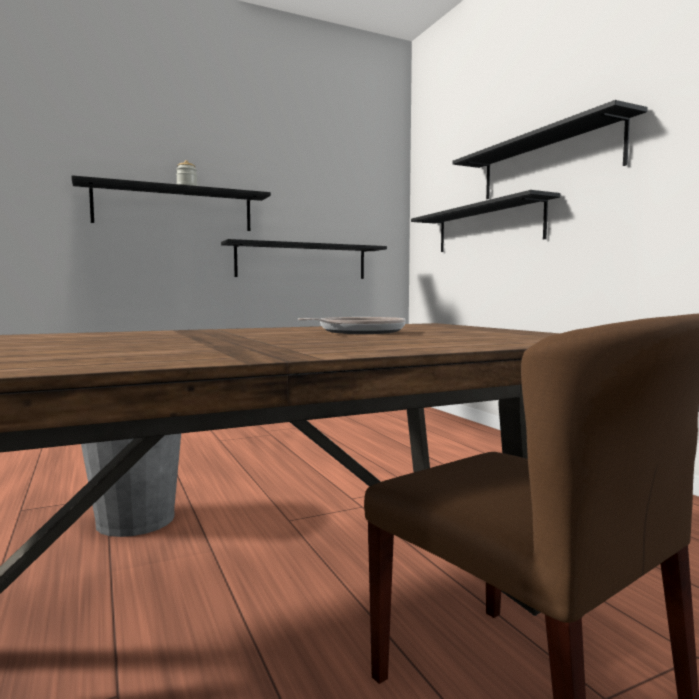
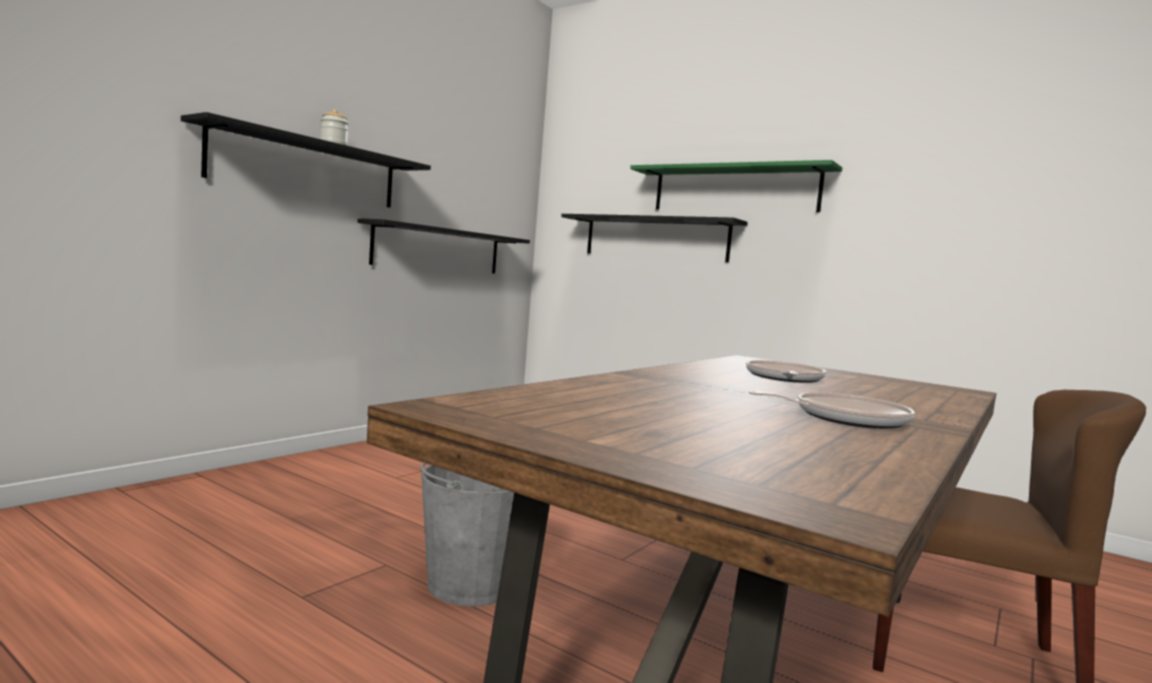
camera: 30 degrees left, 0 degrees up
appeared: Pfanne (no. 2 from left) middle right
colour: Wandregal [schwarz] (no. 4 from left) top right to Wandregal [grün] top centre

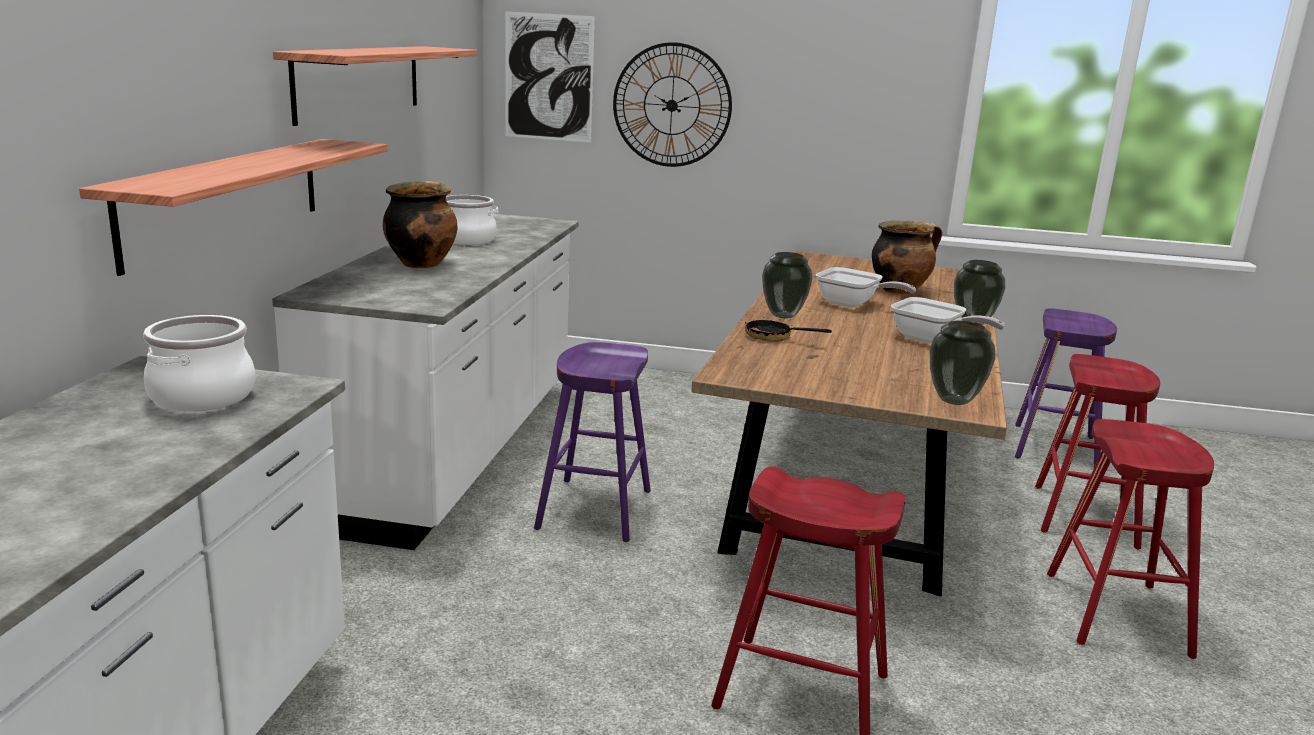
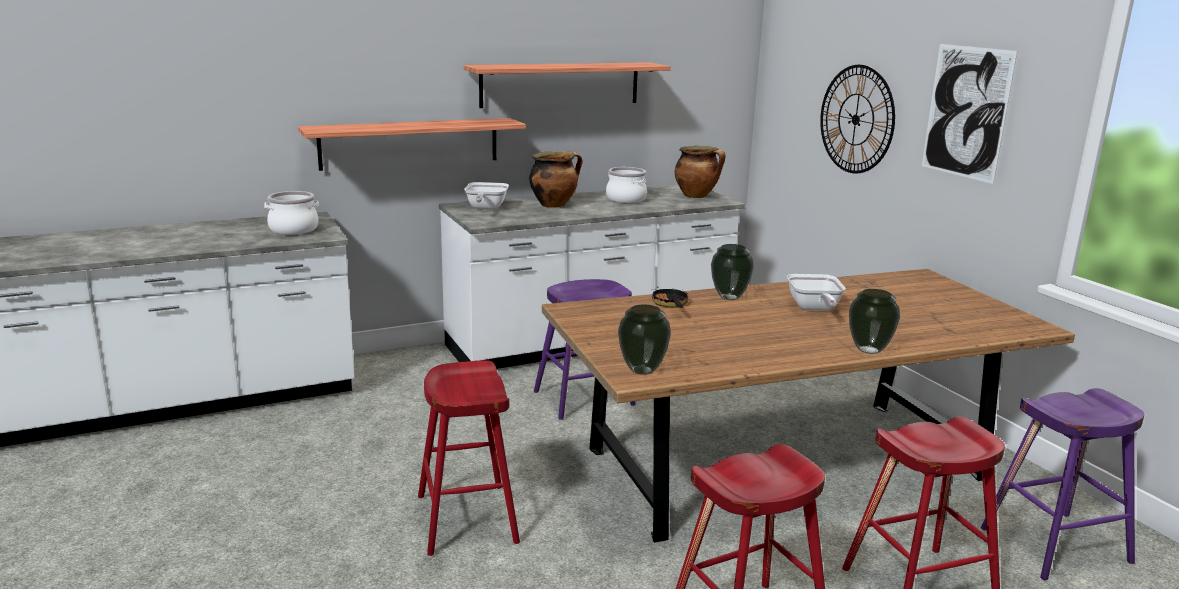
camera: 55 degrees right, 0 degrees up
relocated: Bild top centre to top right; Kochtopf (no. 4 from left) middle right to top centre; Pfanne (no. 3 from left in the first image) middle right to Pfanne (no. 1 from left) top centre

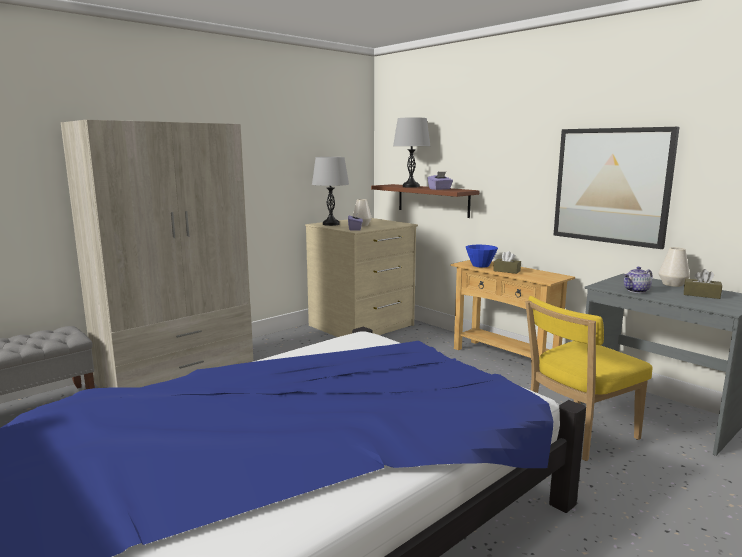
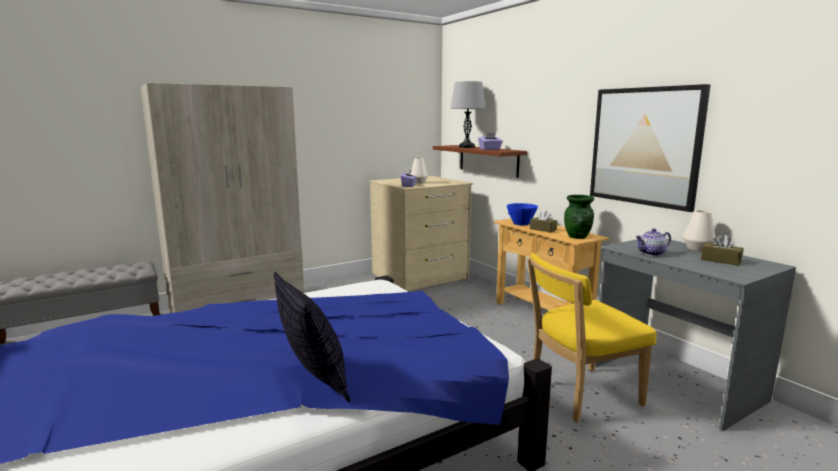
camera: 10 degrees right, 0 degrees up
missing: Tischlampe [grau] (no. 1 from left) centre
appeared: Kissen bottom centre; Vase [grün] middle right

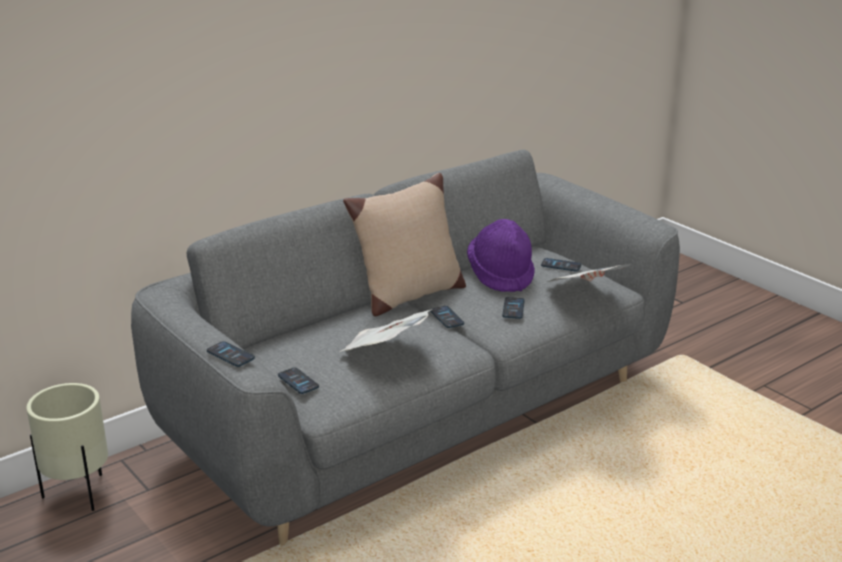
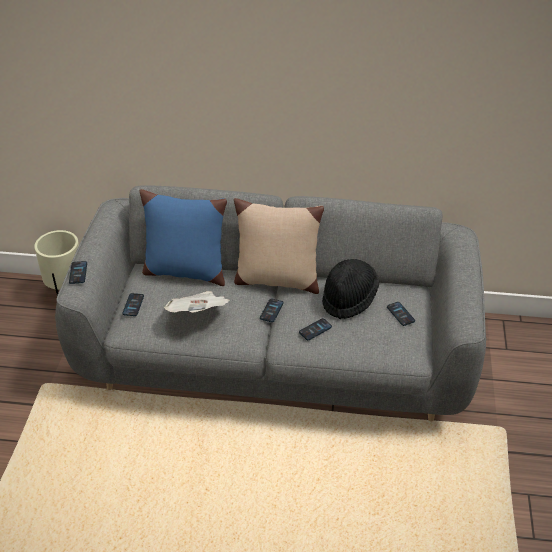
camera: 45 degrees right, 15 degrees up
missing: Zeitung (no. 2 from left) middle right
appeared: Kissen [blau] middle left
colour: Hut [lila] centre to Hut [schwarz] centre

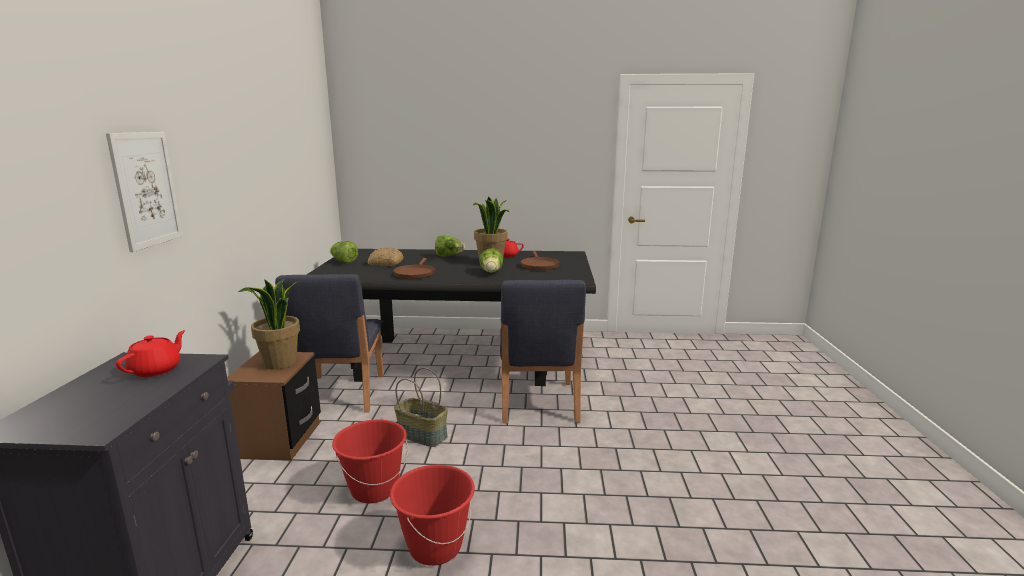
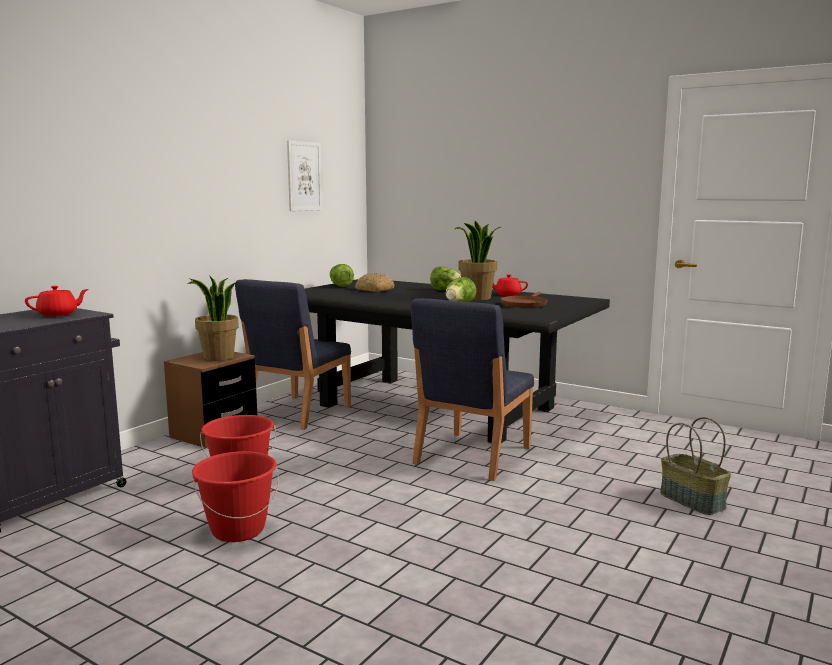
camera: 30 degrees right, 5 degrees down
missing: Pfanne [braun] (no. 1 from left) centre
relocated: Bild middle left to top centre; Korb bottom centre to bottom right

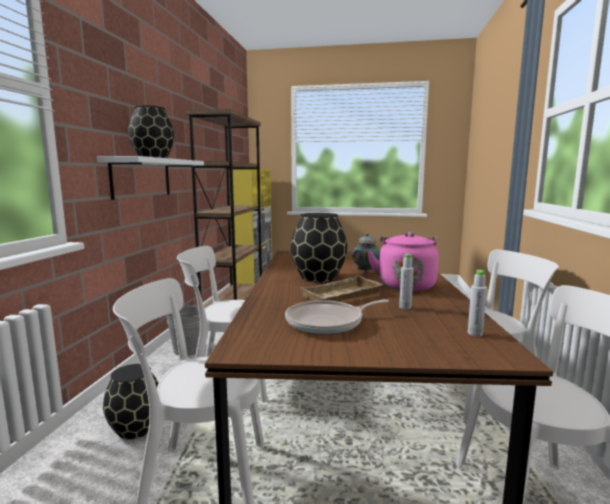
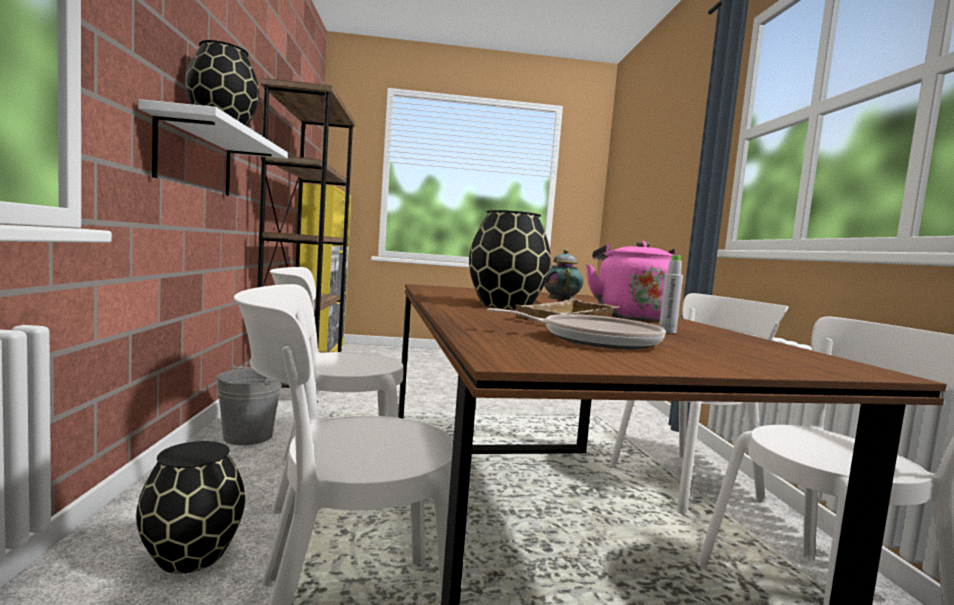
camera: 15 degrees left, 5 degrees down
missing: Flasche [grau] (no. 2 from left) middle right
spun: Pfanne centre = centre 135 degrees counterclockwise

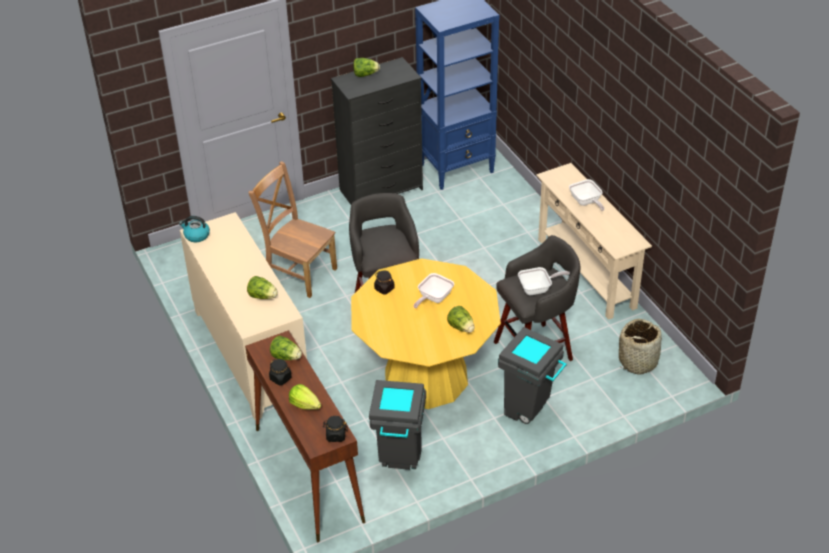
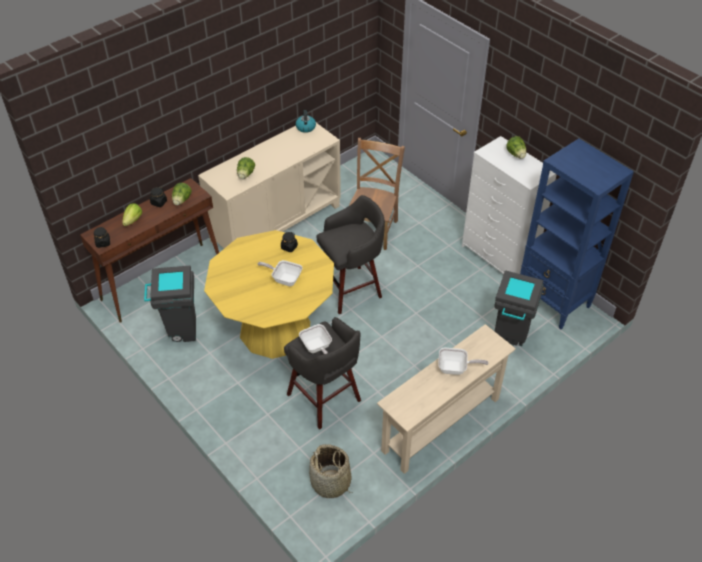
camera: 75 degrees right, 5 degrees up
missing: Salatkopf (no. 5 from left) centre
relocated: Mülleimer [grau] (no. 2 from left) bottom centre to middle right
colour: Kommode [schwarz] top centre to Kommode [weiß] middle right
spun: Pfanne (no. 3 from left) middle right = centre 135 degrees counterclockwise

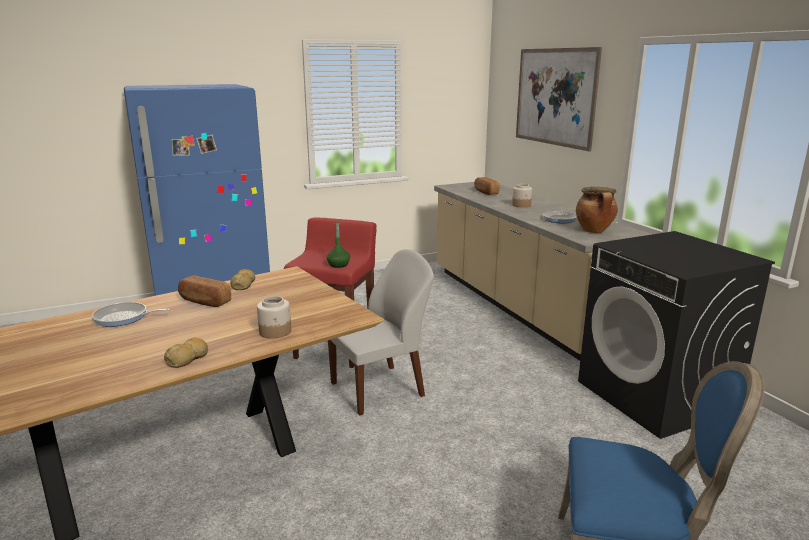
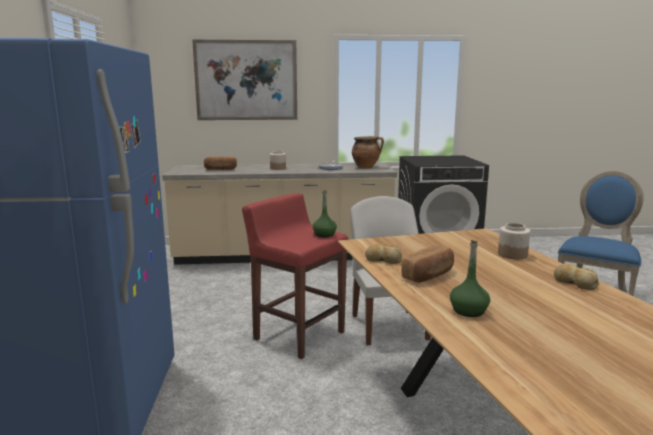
camera: 70 degrees left, 5 degrees down
exchanged: Pfanne (no. 1 from left) middle left to Flasche [grün] (no. 2 from left) middle right

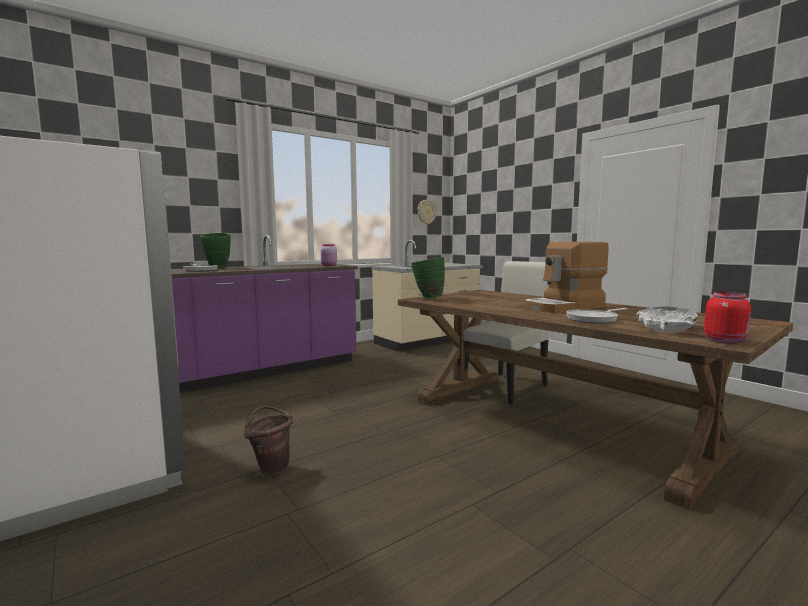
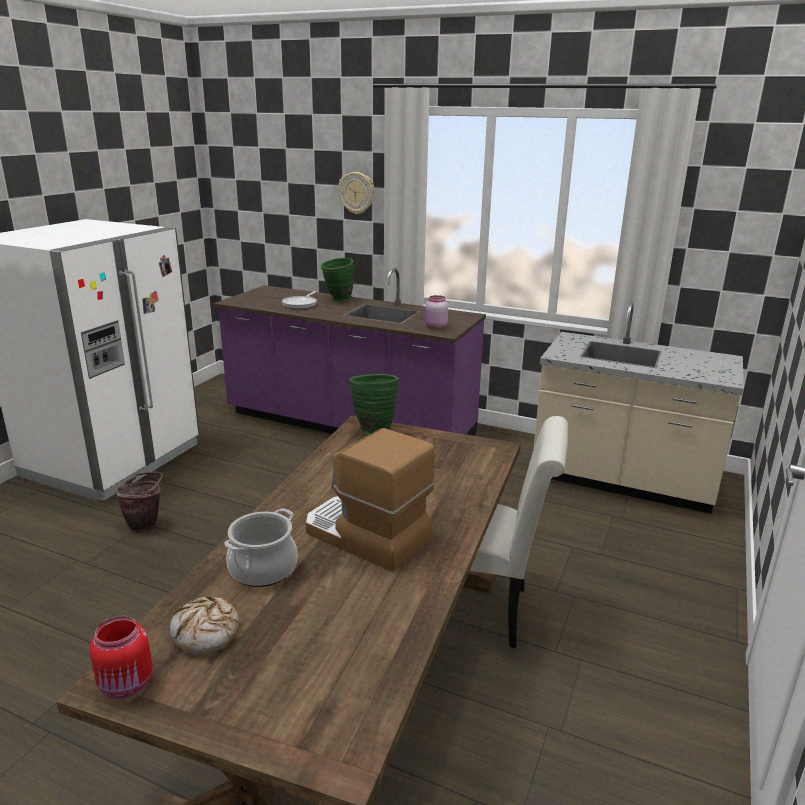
camera: 60 degrees right, 15 degrees up
relocated: Wanduhr centre to top centre
exchanged: Pfanne (no. 2 from left) middle right to Kochtopf bottom left; Schüssel [weiß] middle right to Brot bottom left

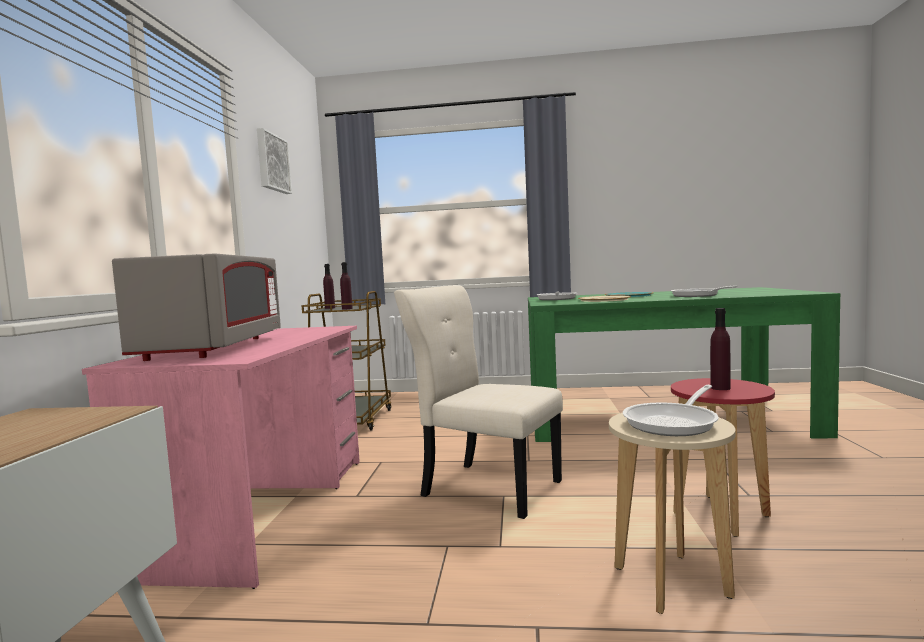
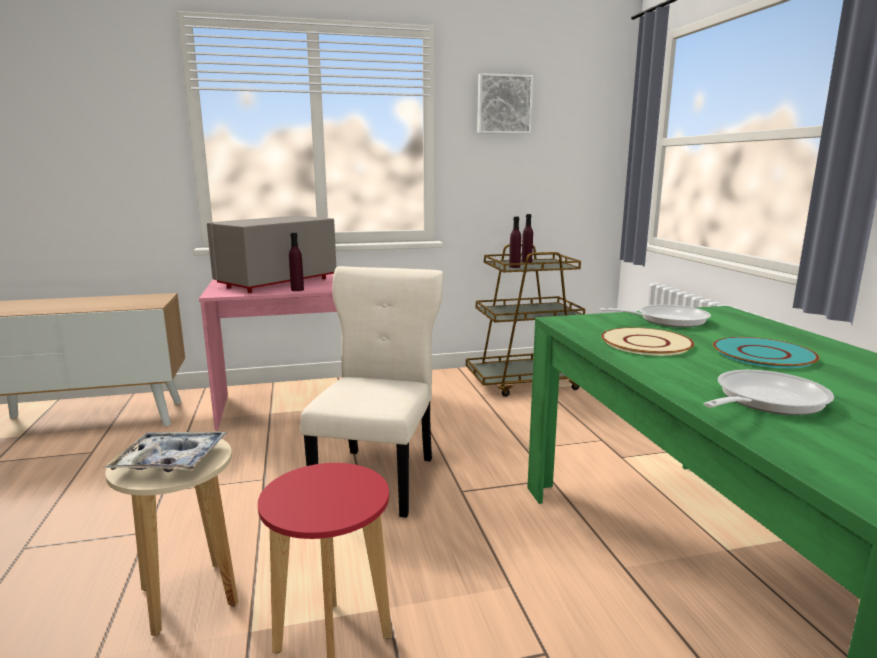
camera: 70 degrees right, 10 degrees up
relocated: Flasche [lila] (no. 3 from left in the first image) middle right to Flasche [lila] (no. 1 from left) centre
exchanged: Pfanne (no. 2 from left) middle right to Tablett bottom left
spun: Mikrowelle [grau] middle left = middle left 150 degrees clockwise

